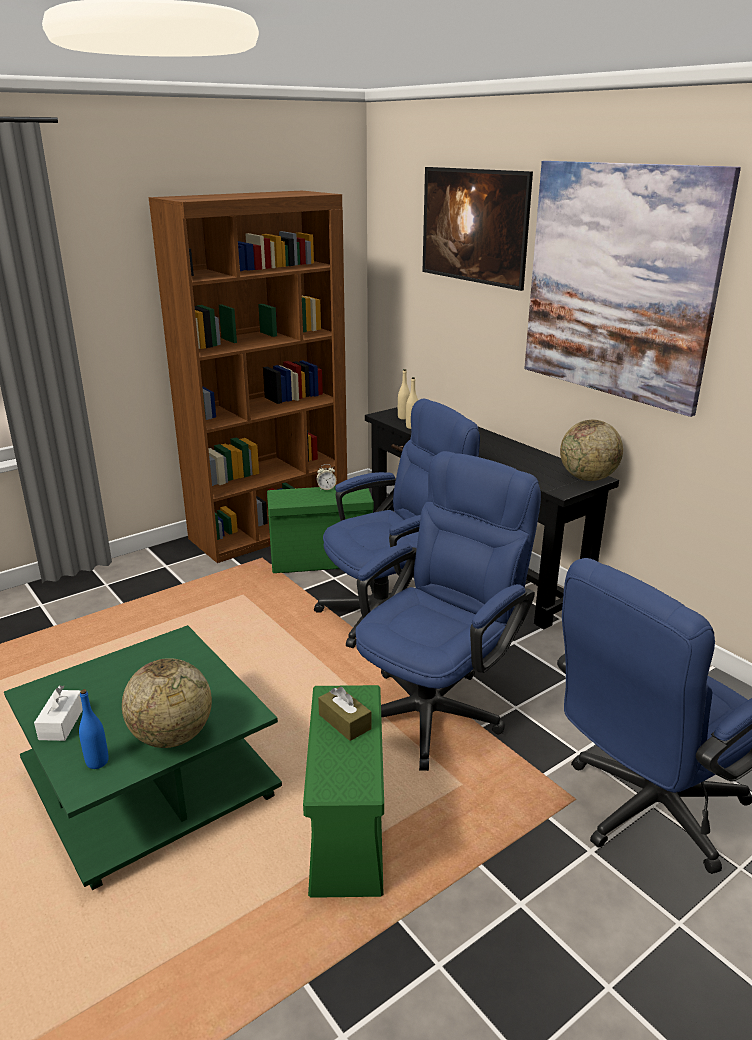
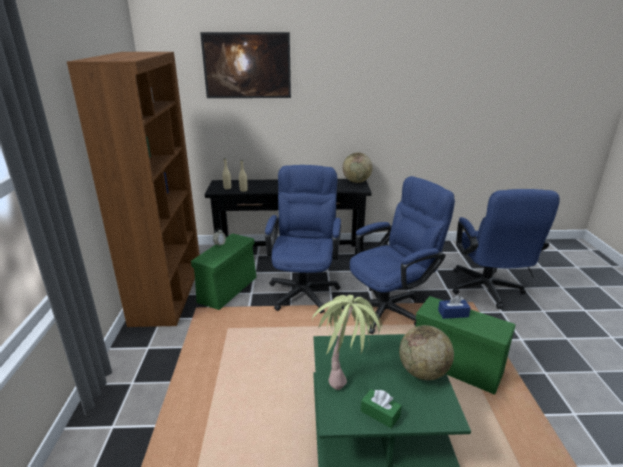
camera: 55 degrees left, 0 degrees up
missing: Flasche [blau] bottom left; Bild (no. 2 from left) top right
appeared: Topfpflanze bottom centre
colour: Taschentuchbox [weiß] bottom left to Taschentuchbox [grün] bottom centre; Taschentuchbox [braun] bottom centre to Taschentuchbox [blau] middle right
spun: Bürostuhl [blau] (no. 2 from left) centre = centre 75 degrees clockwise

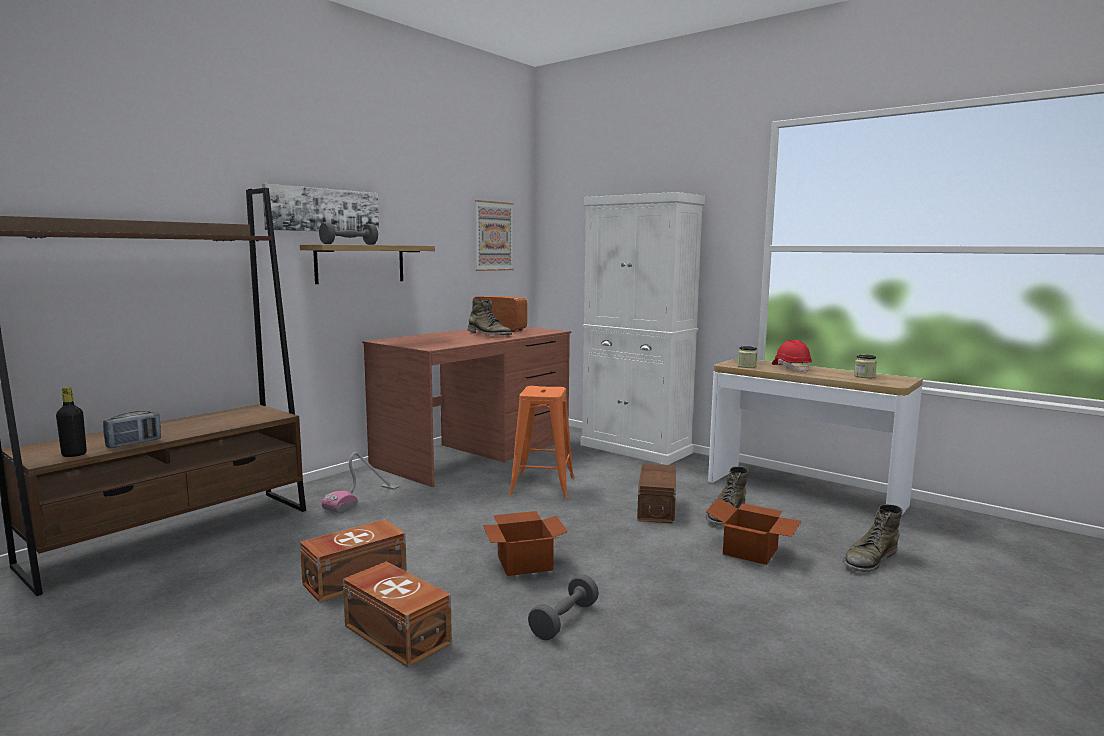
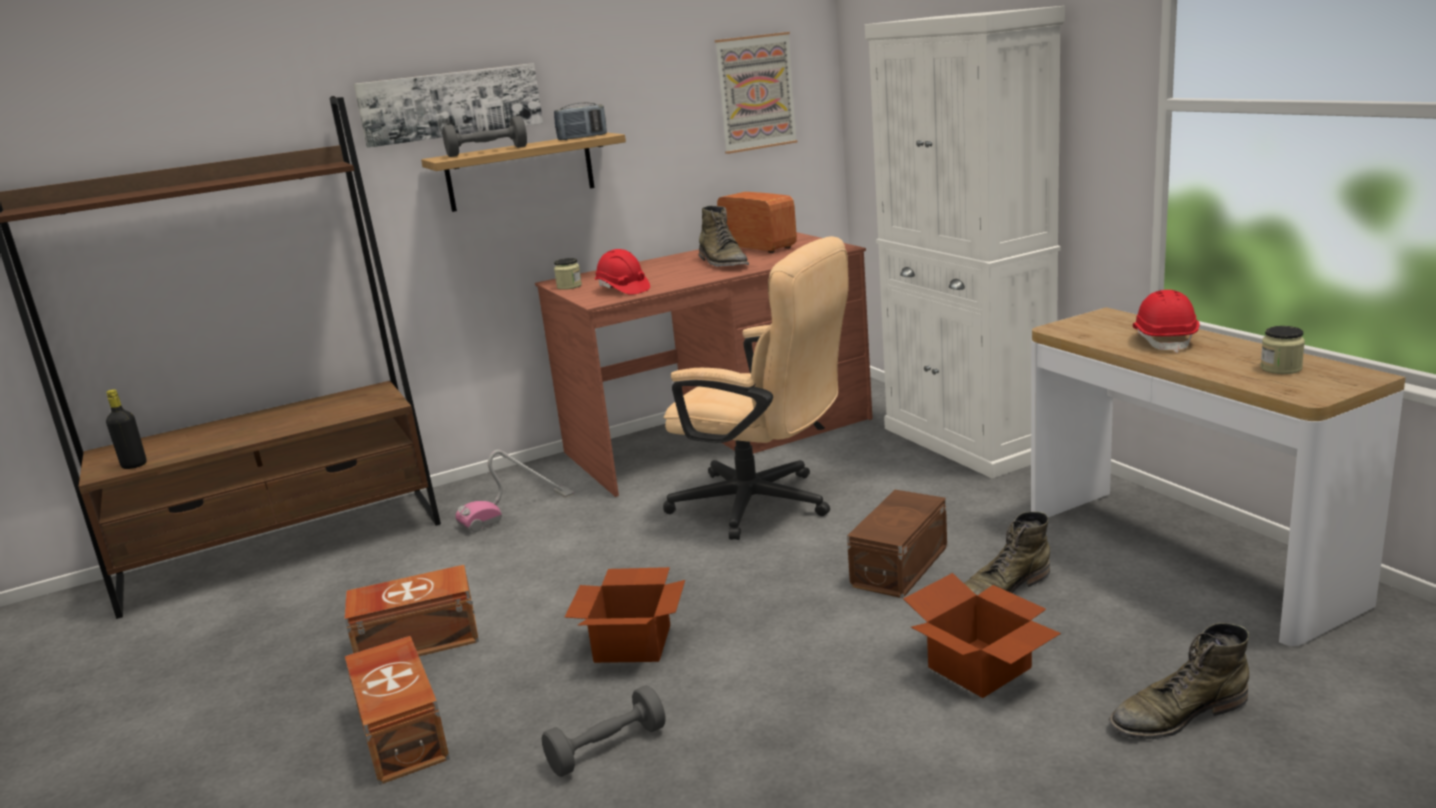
camera: 25 degrees right, 10 degrees up
appeared: Schutzhelm [rot] (no. 1 from left) centre
relocated: Radio (no. 1 from left) middle left to top centre; Vorratsglas (no. 1 from left) middle right to centre
exchanged: Hocker [orange] centre to Bürostuhl [beige] centre

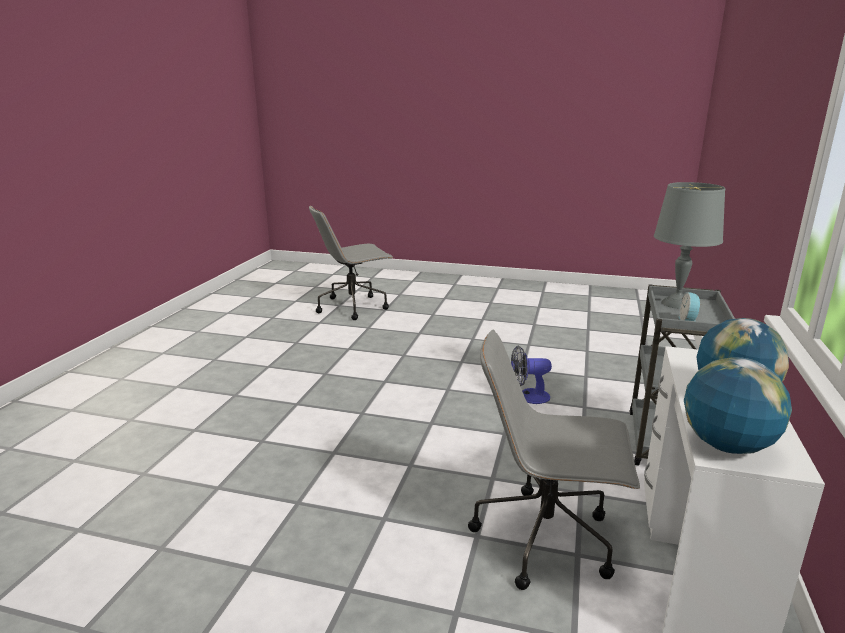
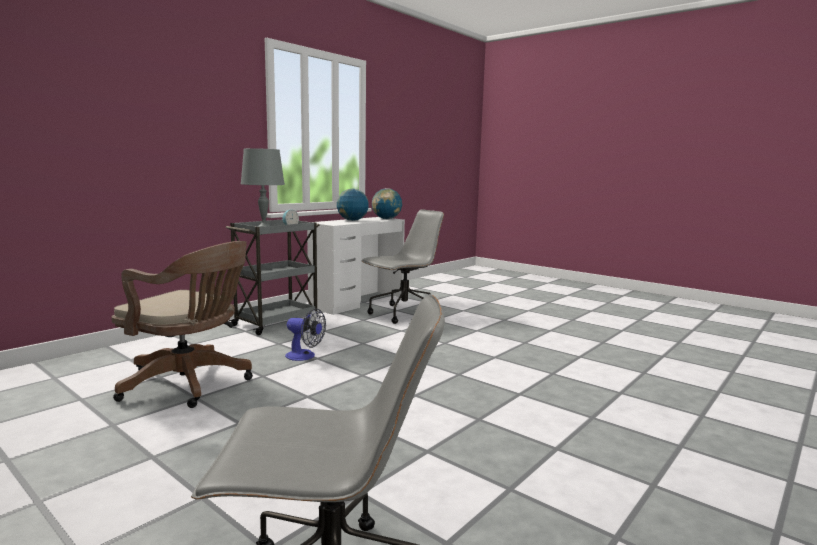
camera: 155 degrees left, 10 degrees down
appeared: Bürostuhl [braun] middle left
spun: Bürostuhl [grau] (no. 2 from left) bottom centre = centre 75 degrees counterclockwise

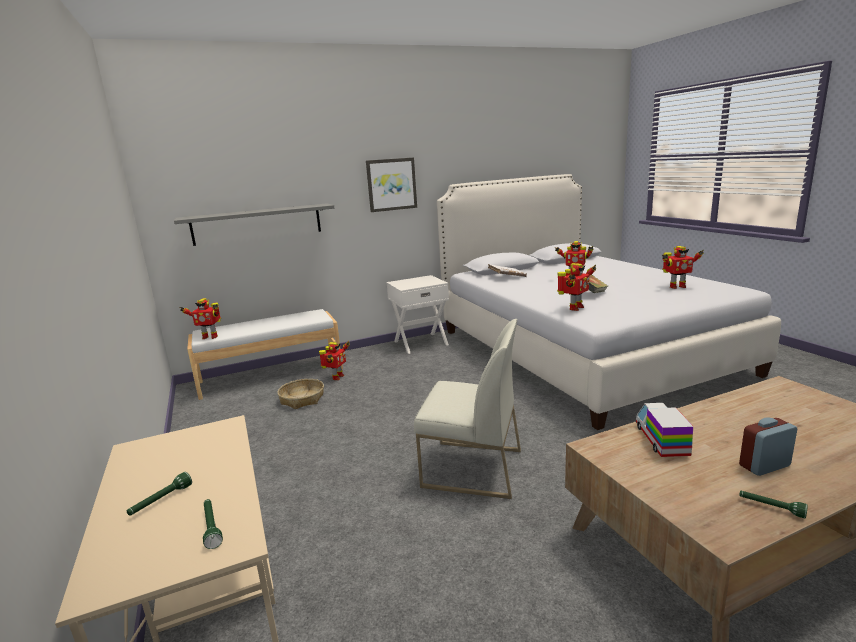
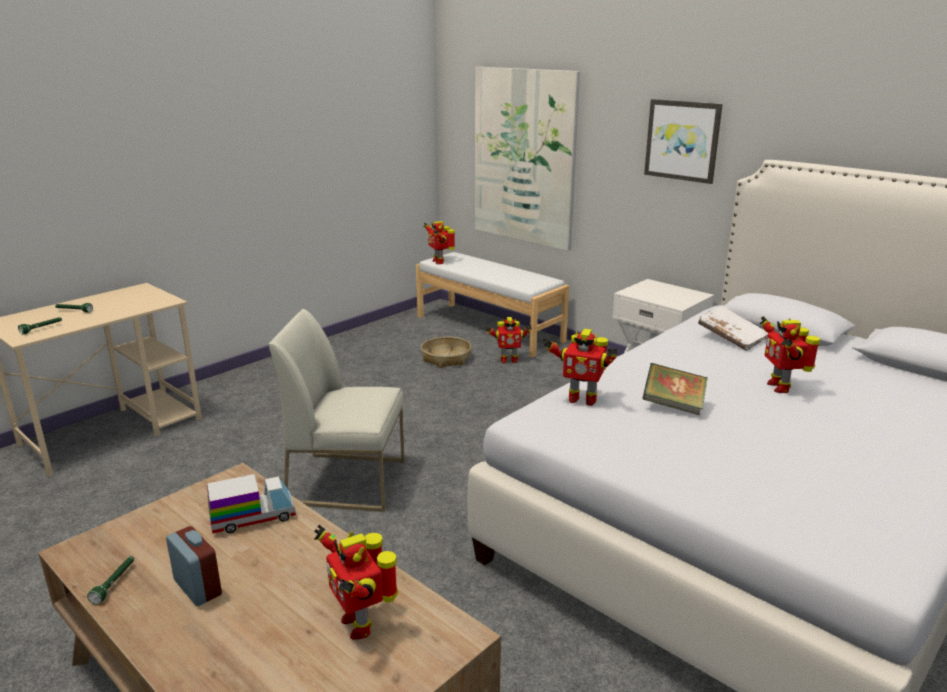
camera: 65 degrees right, 5 degrees up
relocated: Spielzeugroboter (no. 5 from left in the first image) middle right to Spielzeugroboter (no. 1 from left) bottom centre
exchanged: Wandregal [grau] middle left to Bild (no. 1 from left) top centre
spun: Stuhl [weiß] centre = centre 105 degrees clockwise

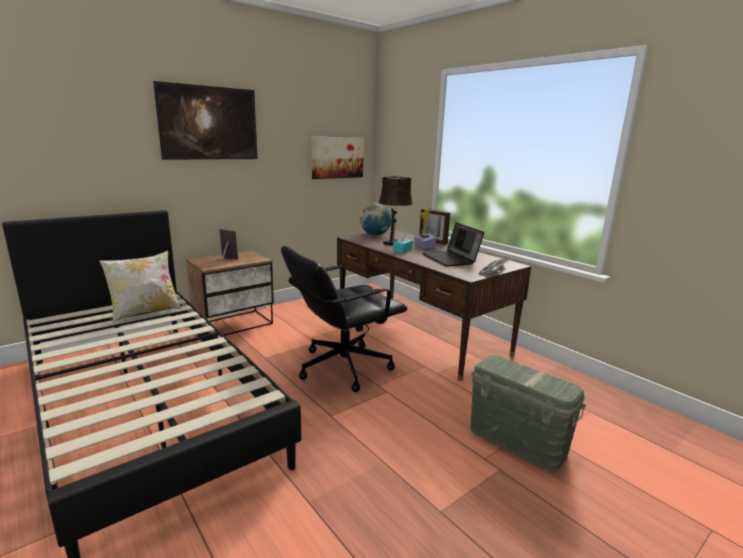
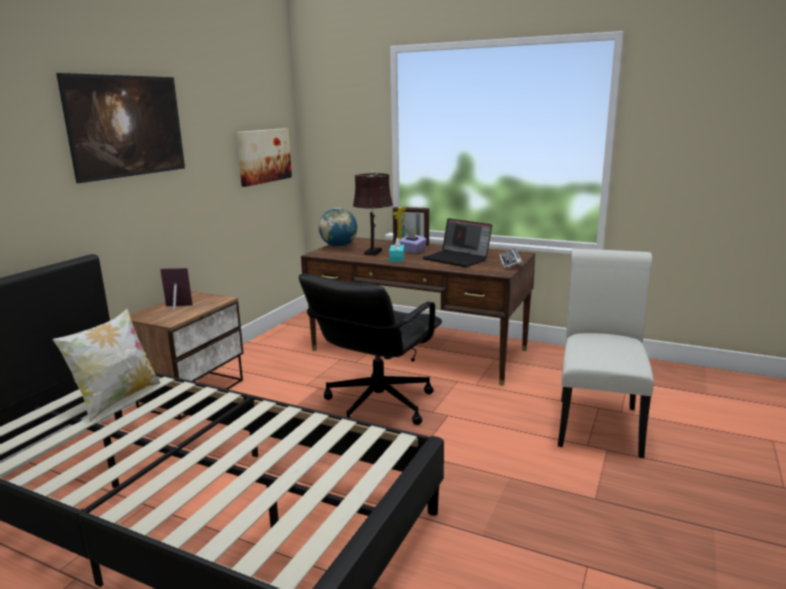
camera: 25 degrees left, 0 degrees up
exchanged: Aufbewahrungsbox [grün] bottom right to Stuhl [weiß] middle right

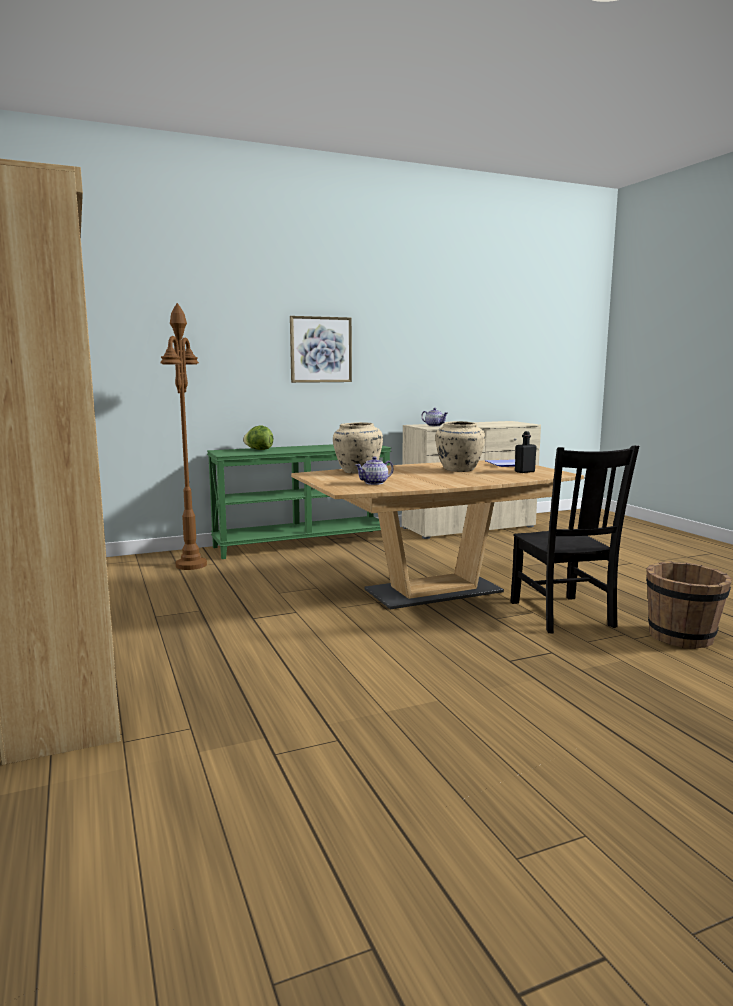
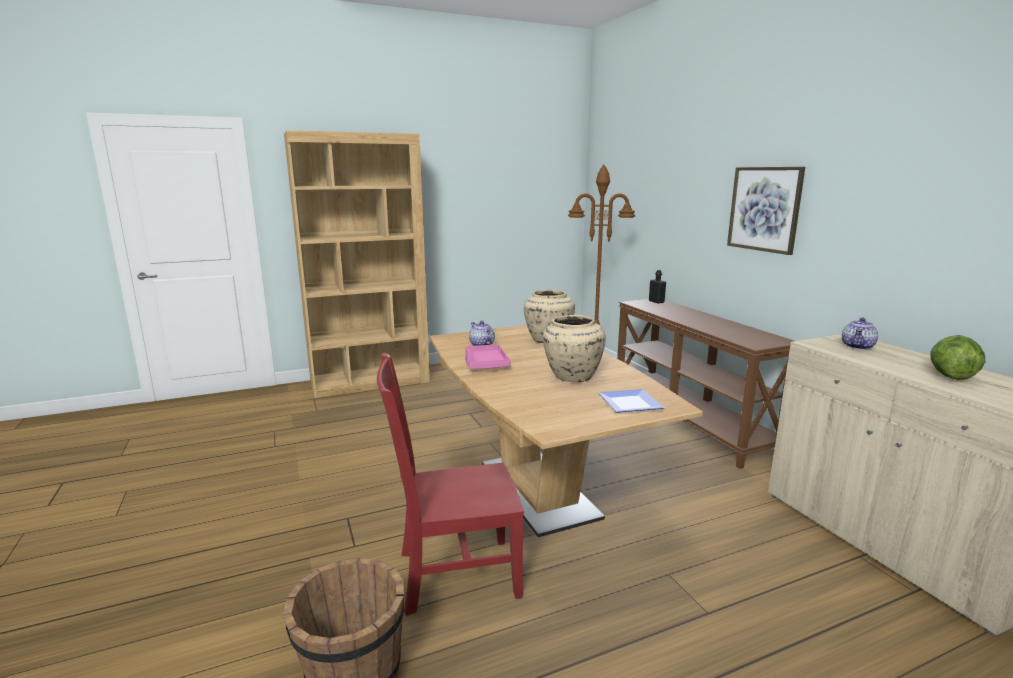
camera: 90 degrees right, 5 degrees up
appeared: Tablett [rosa] centre
relocated: Salatkopf centre to middle right; Flasche [schwarz] middle right to centre
colour: Konsolentisch [grün] centre to Konsolentisch [braun] middle right; Stuhl [schwarz] middle right to Stuhl [rot] bottom centre

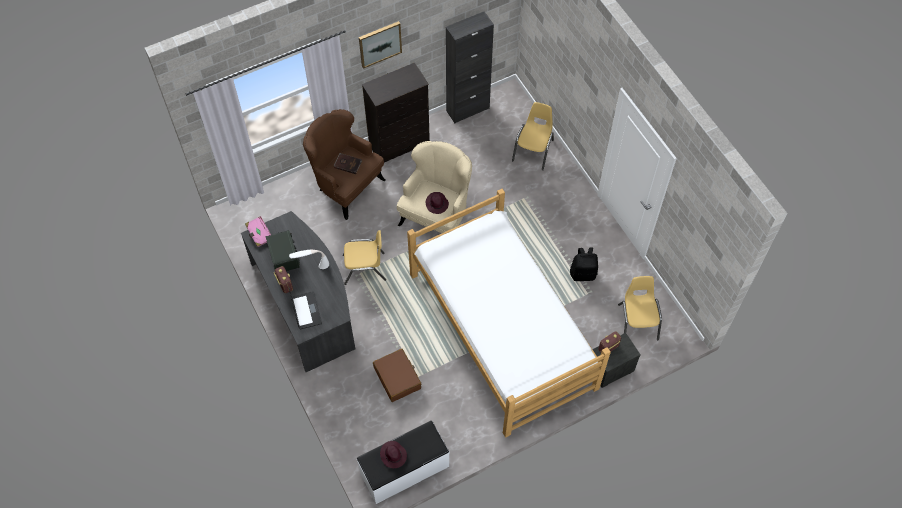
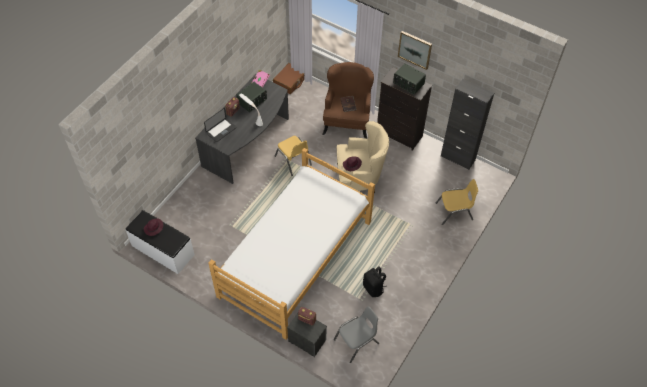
camera: 60 degrees right, 5 degrees down
appeared: Radio (no. 4 from left) top centre
relocated: Koffer [braun] bottom centre to top centre
colour: Stuhl [gelb] (no. 3 from left) middle right to Stuhl [grau] bottom centre

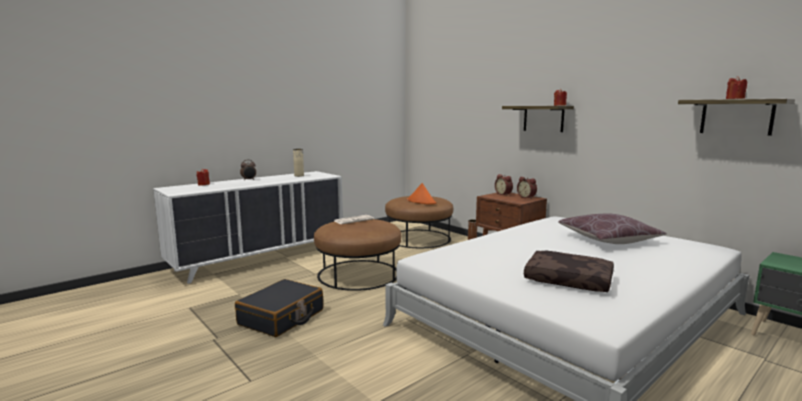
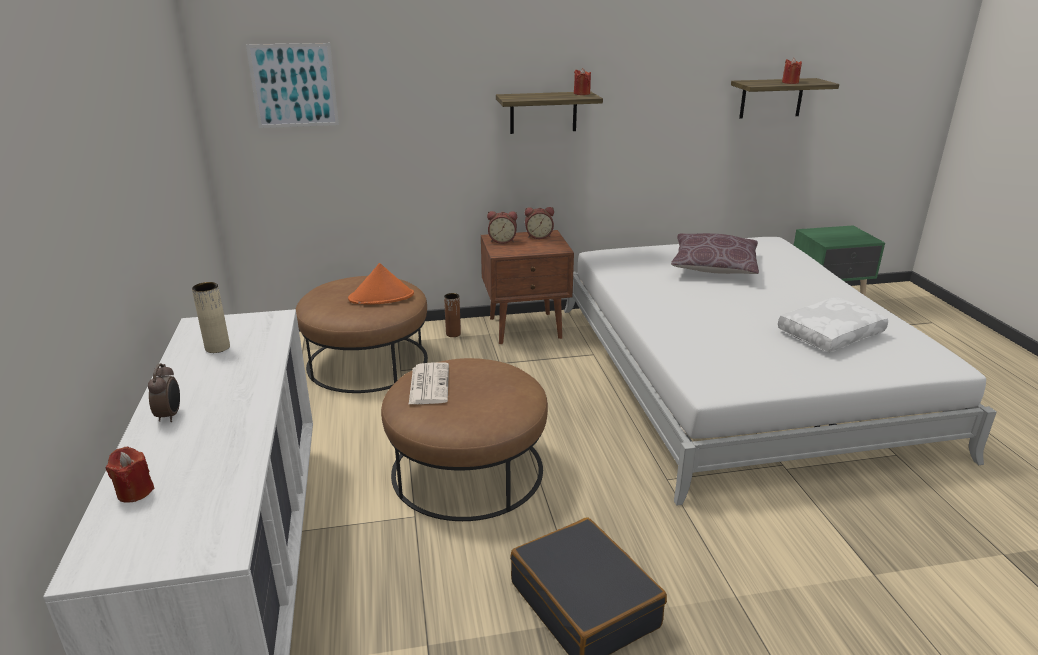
camera: 60 degrees left, 15 degrees up
appeared: Bild top left
colour: Kissen [braun] (no. 1 from left) bottom right to Kissen [weiß] middle right

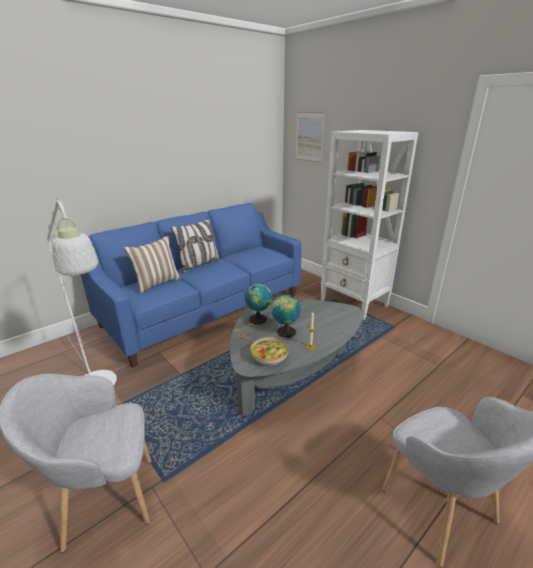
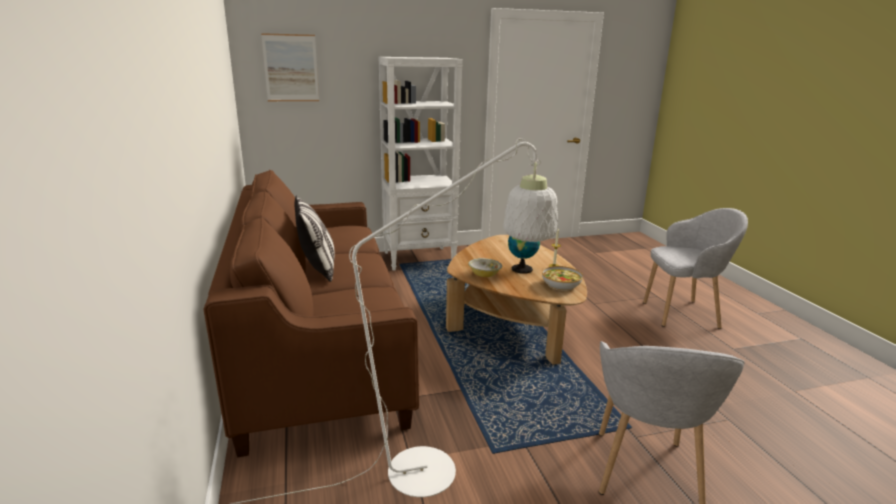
camera: 65 degrees left, 5 degrees down
missing: Kissen (no. 1 from left) middle left
exchanged: Globus (no. 1 from left) centre to Schüssel (no. 1 from left) centre
colour: Sofa [blau] centre to Sofa [braun] centre; Couchtisch [grau] centre to Couchtisch [braun] centre

